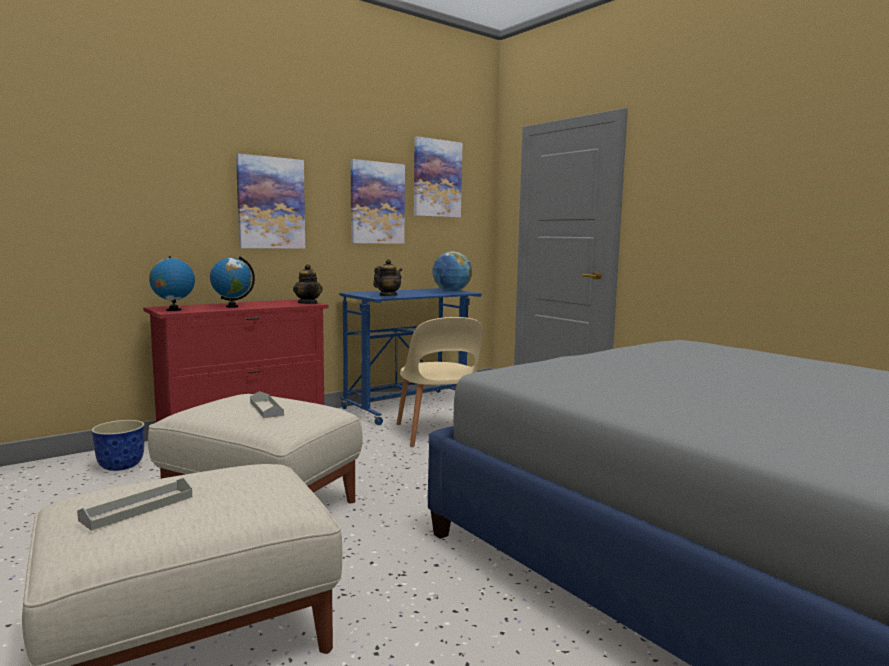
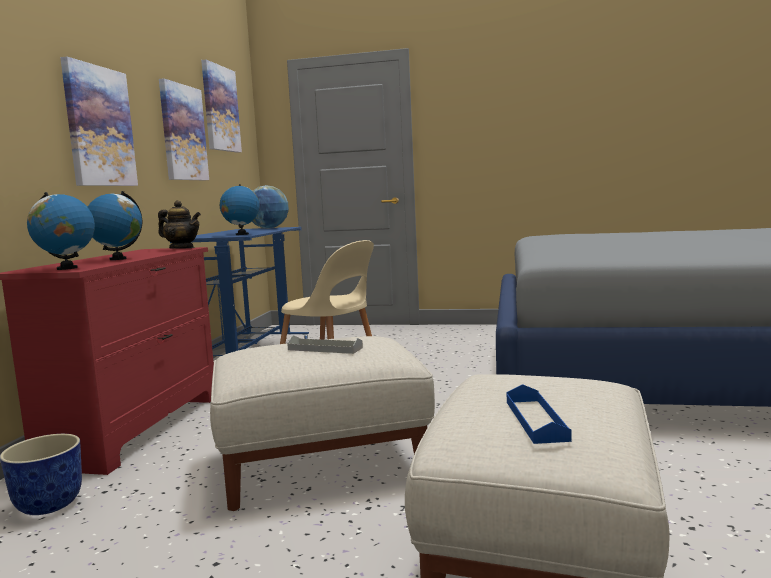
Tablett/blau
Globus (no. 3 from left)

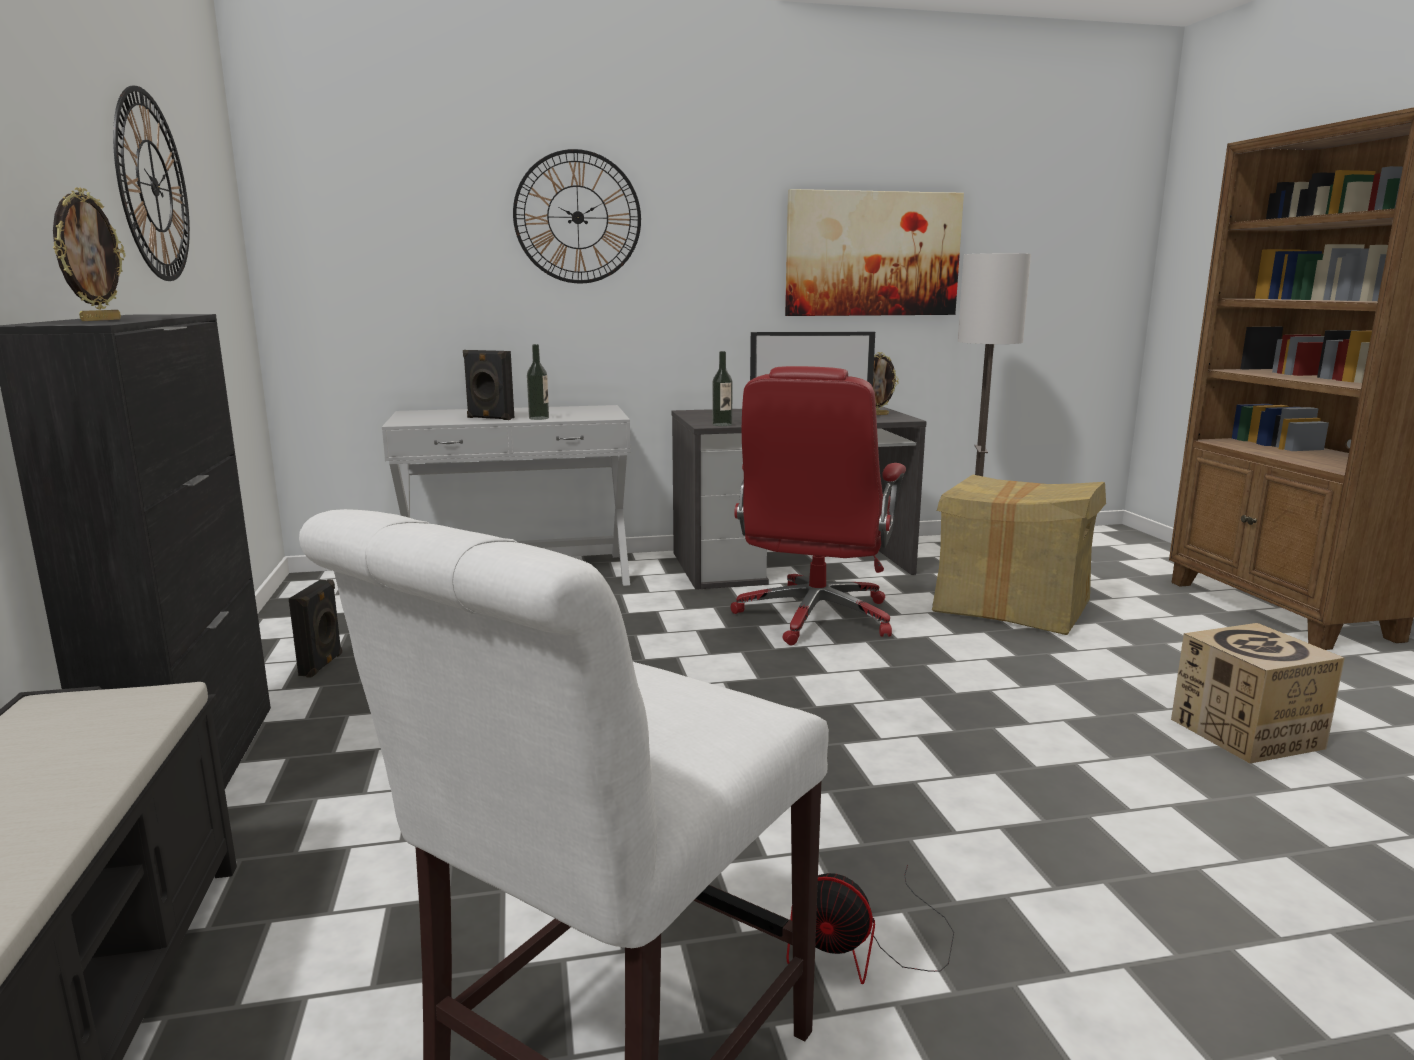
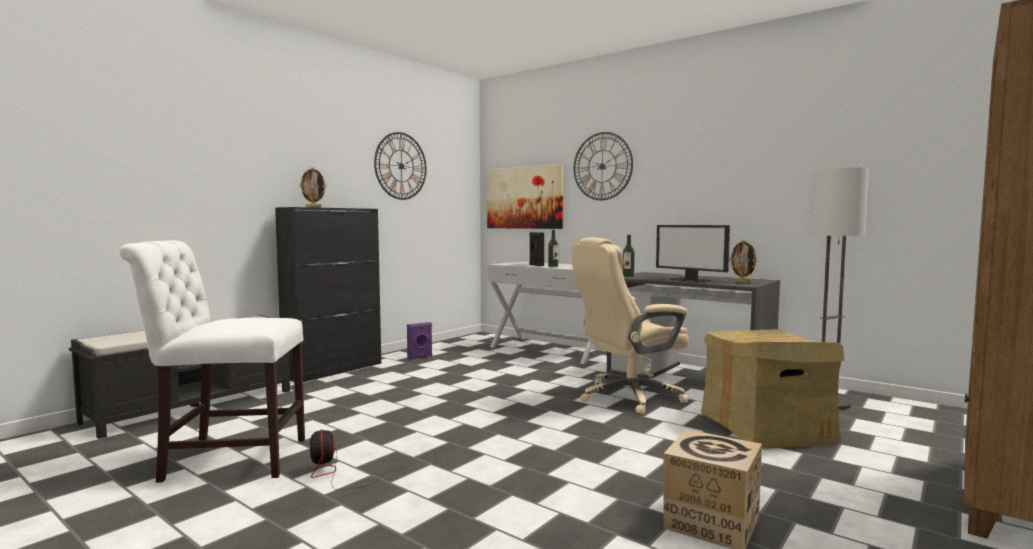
Lautsprecher/lila
Bürostuhl/beige
Bild

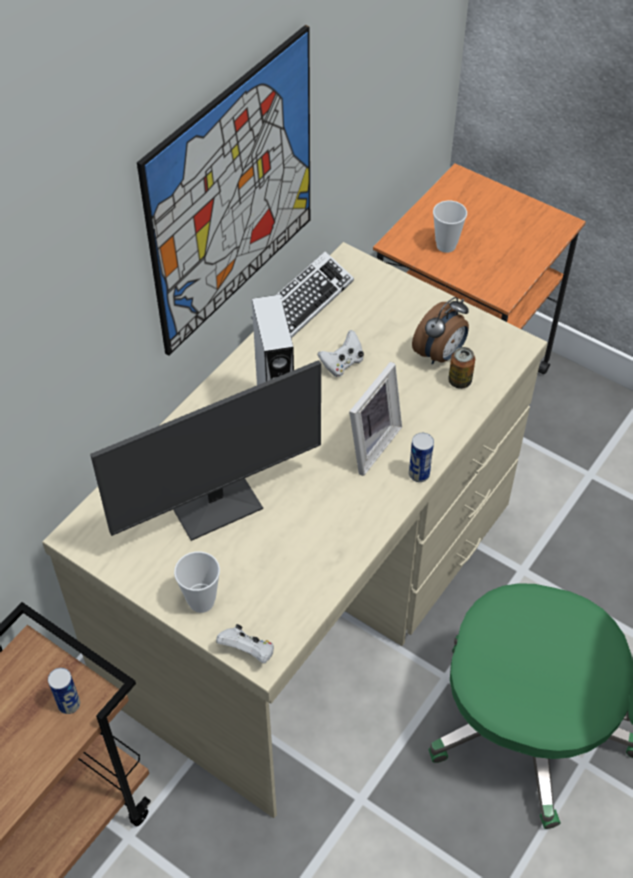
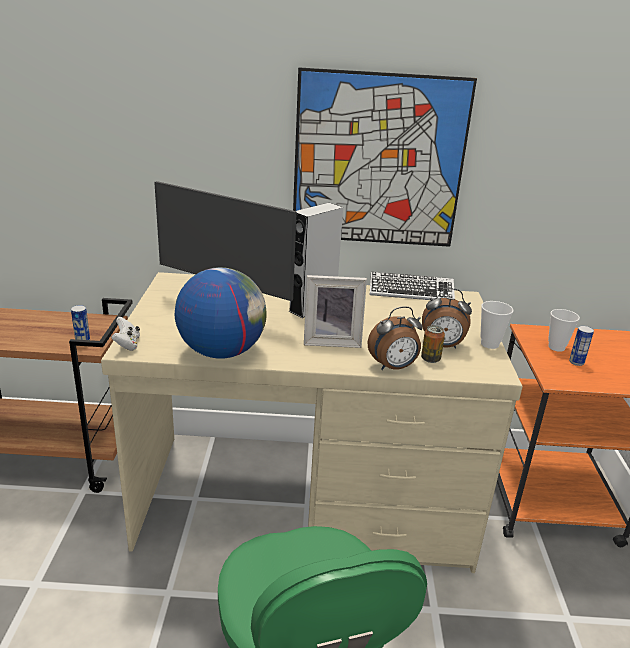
Tasse (no. 1 from left)
Gamepad/weiß (no. 2 from left in the first image)
Dose (no. 3 from left)
Globus
Wecker (no. 1 from left)

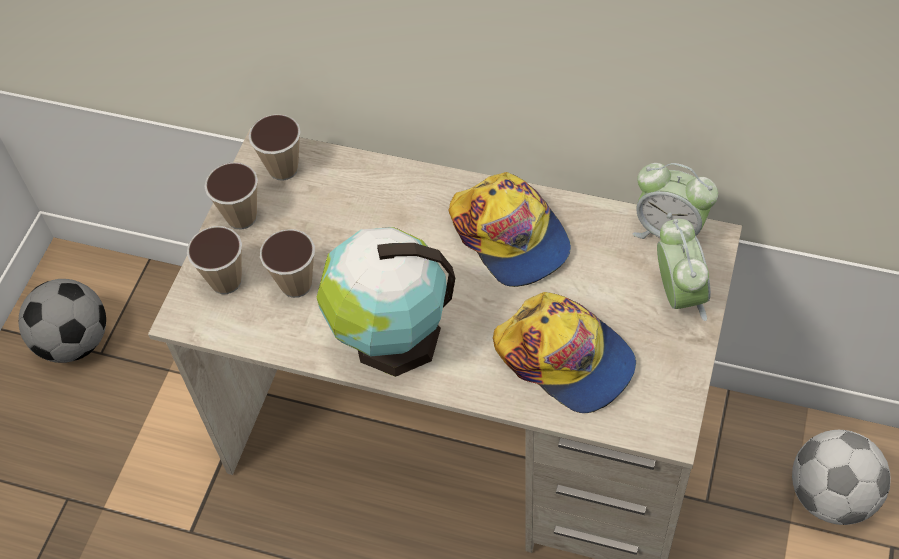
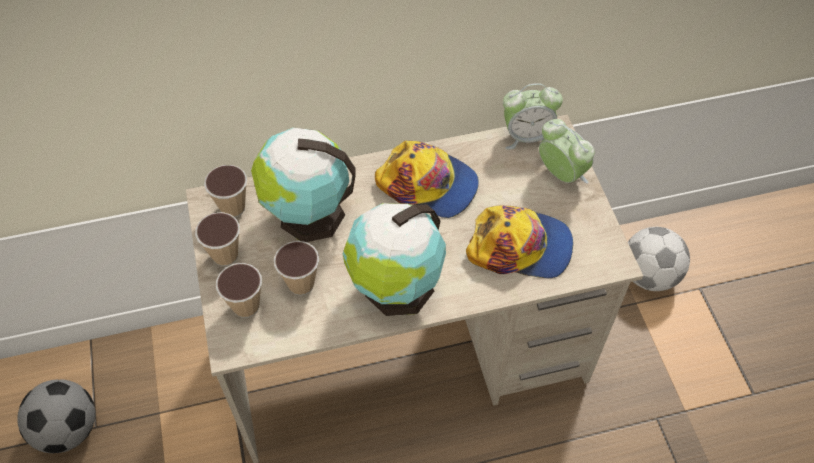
Globus (no. 1 from left)

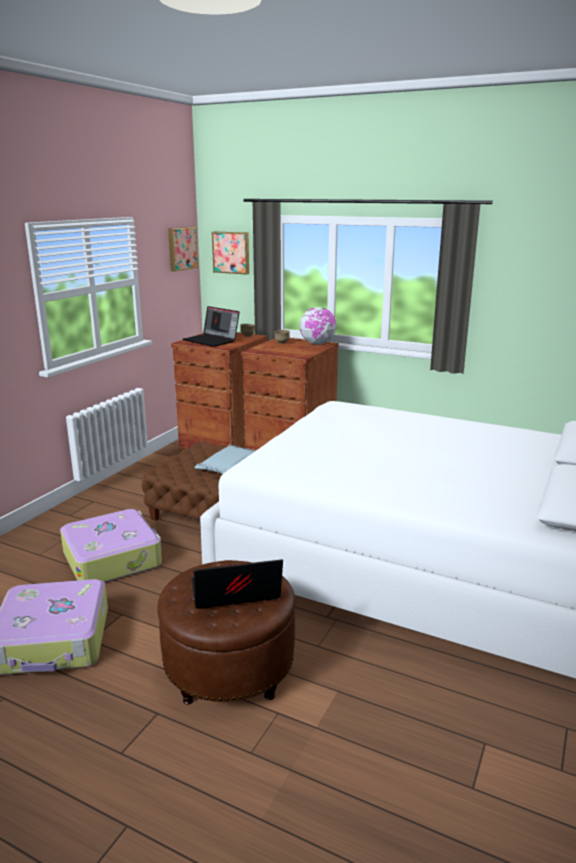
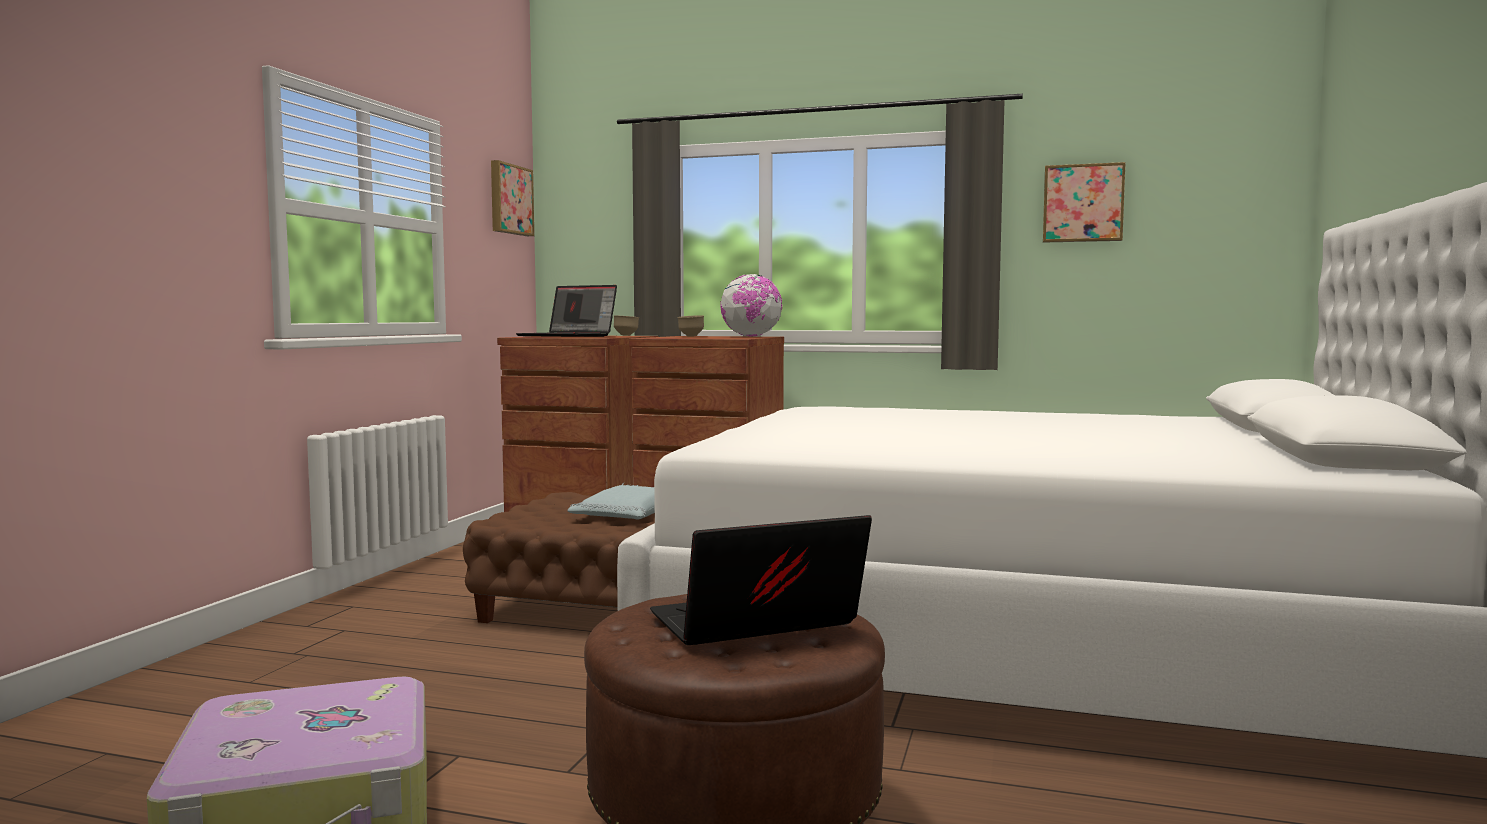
Koffer (no. 2 from left in the first image)
Bild (no. 2 from left)

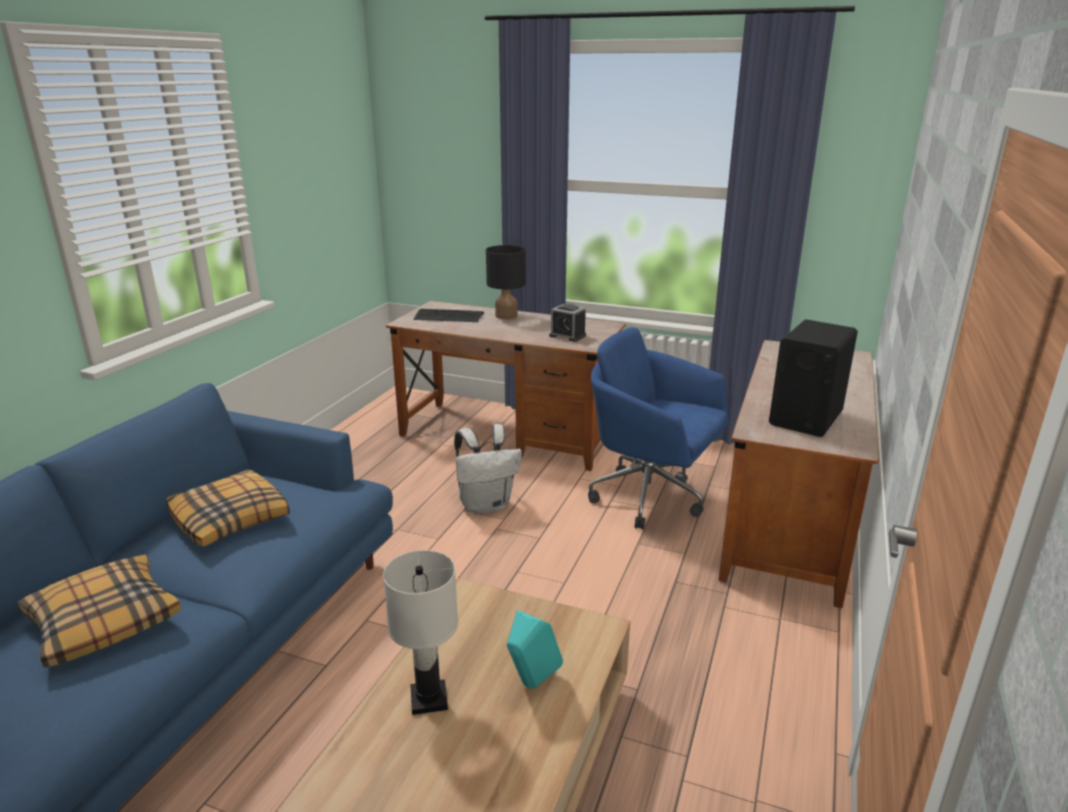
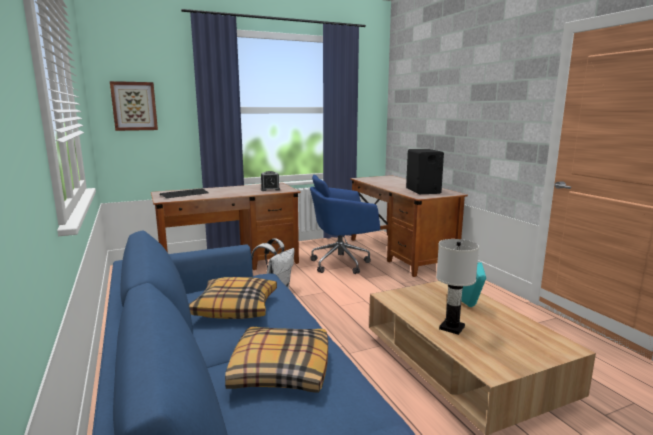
Tischlampe/schwarz
Bild

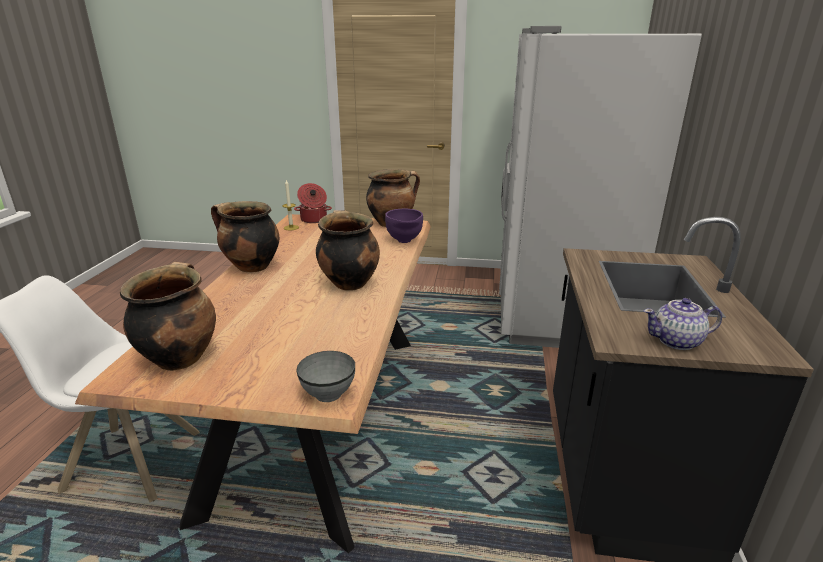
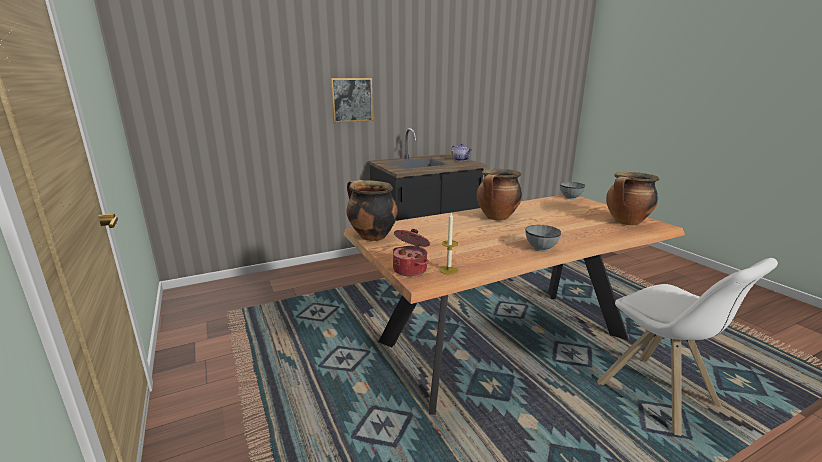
Schüssel/grau (no. 1 from left)
Schüssel/lila
Kühlschrank/weiß
Bild

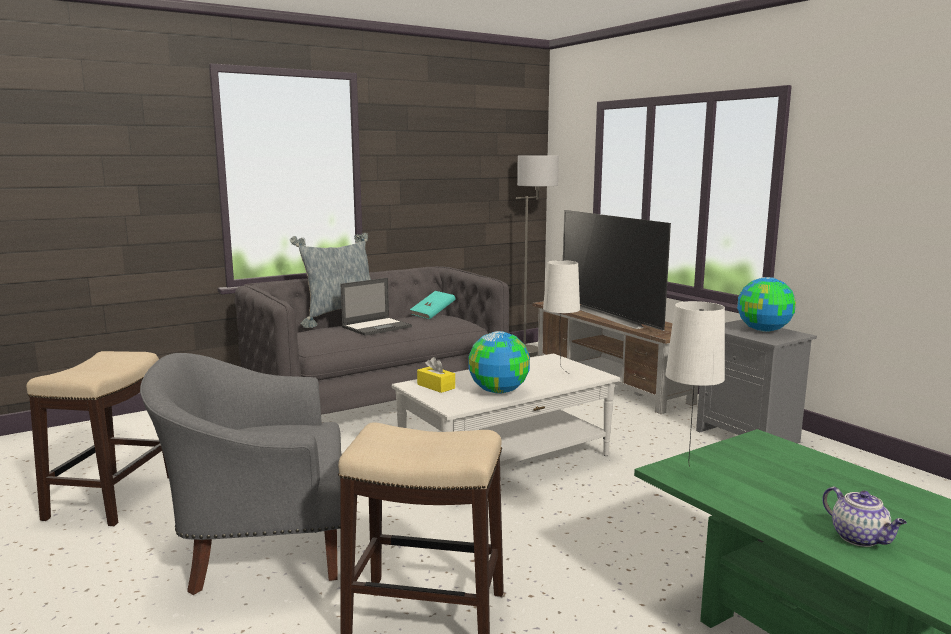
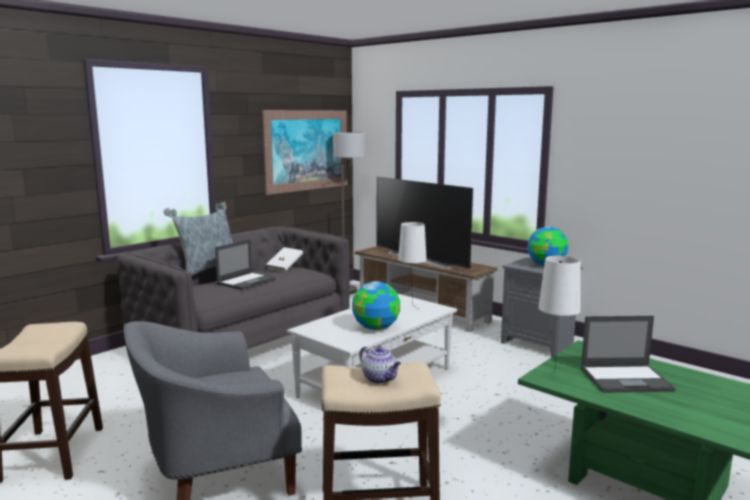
Buch/weiß
Taschentuchbox/gelb
Teekanne
Bild
Laptop (no. 2 from left)

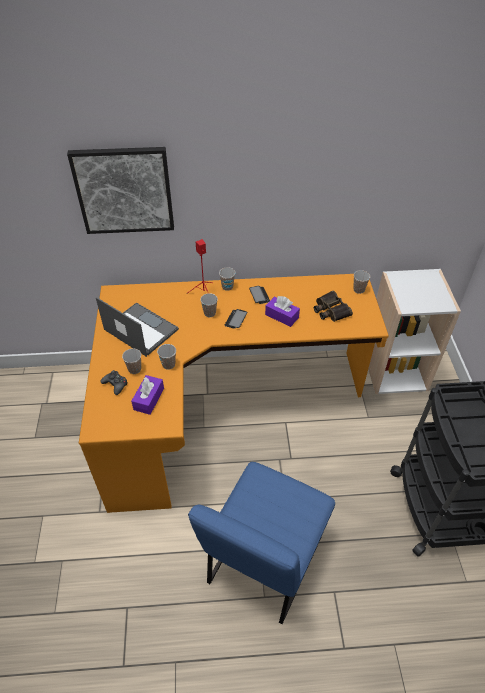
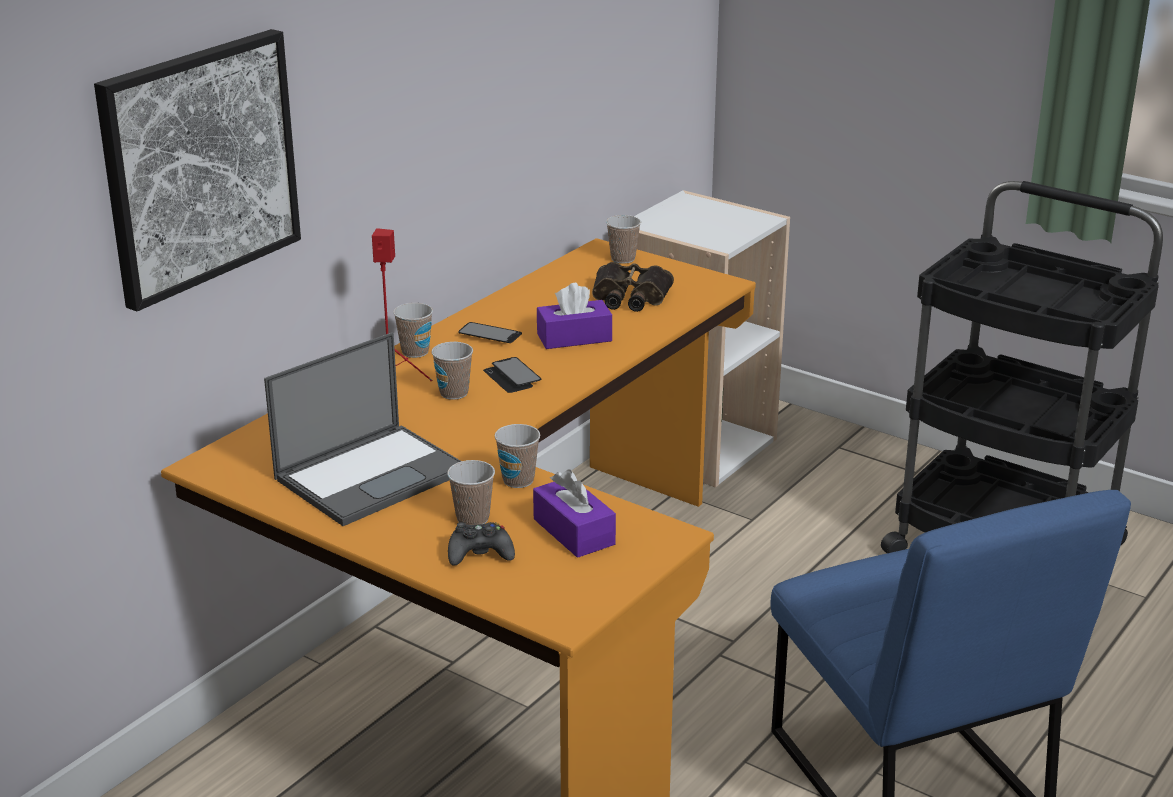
Laptop

